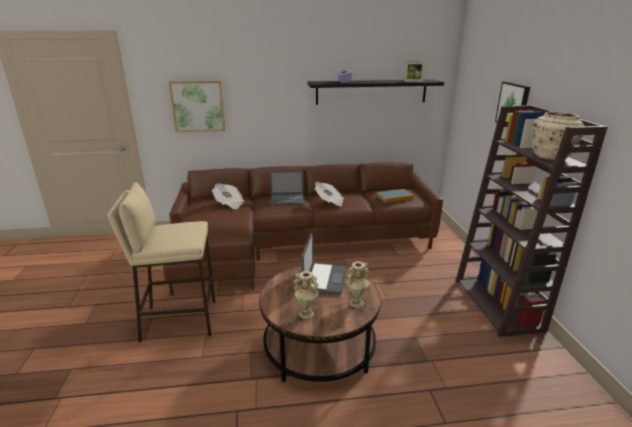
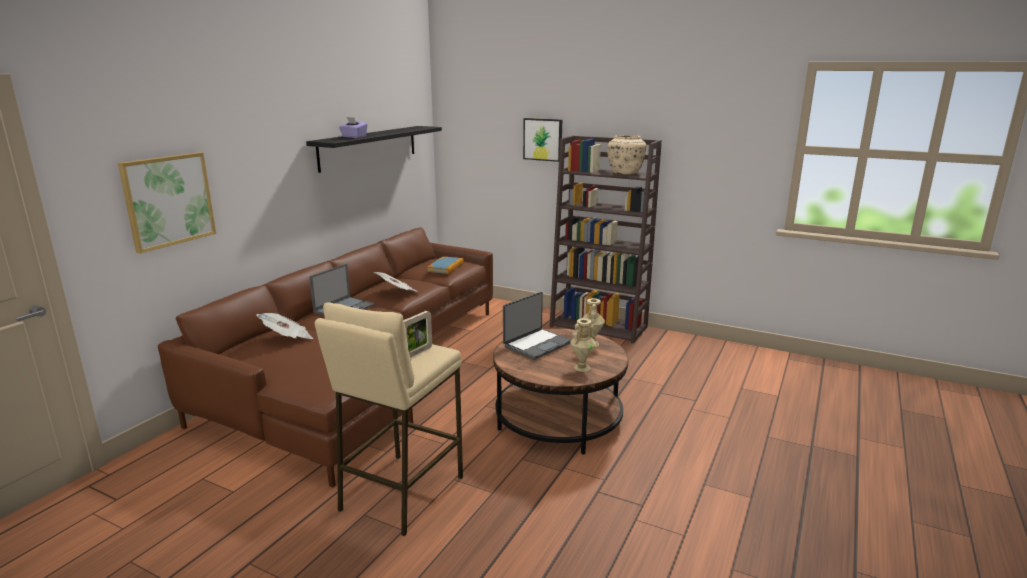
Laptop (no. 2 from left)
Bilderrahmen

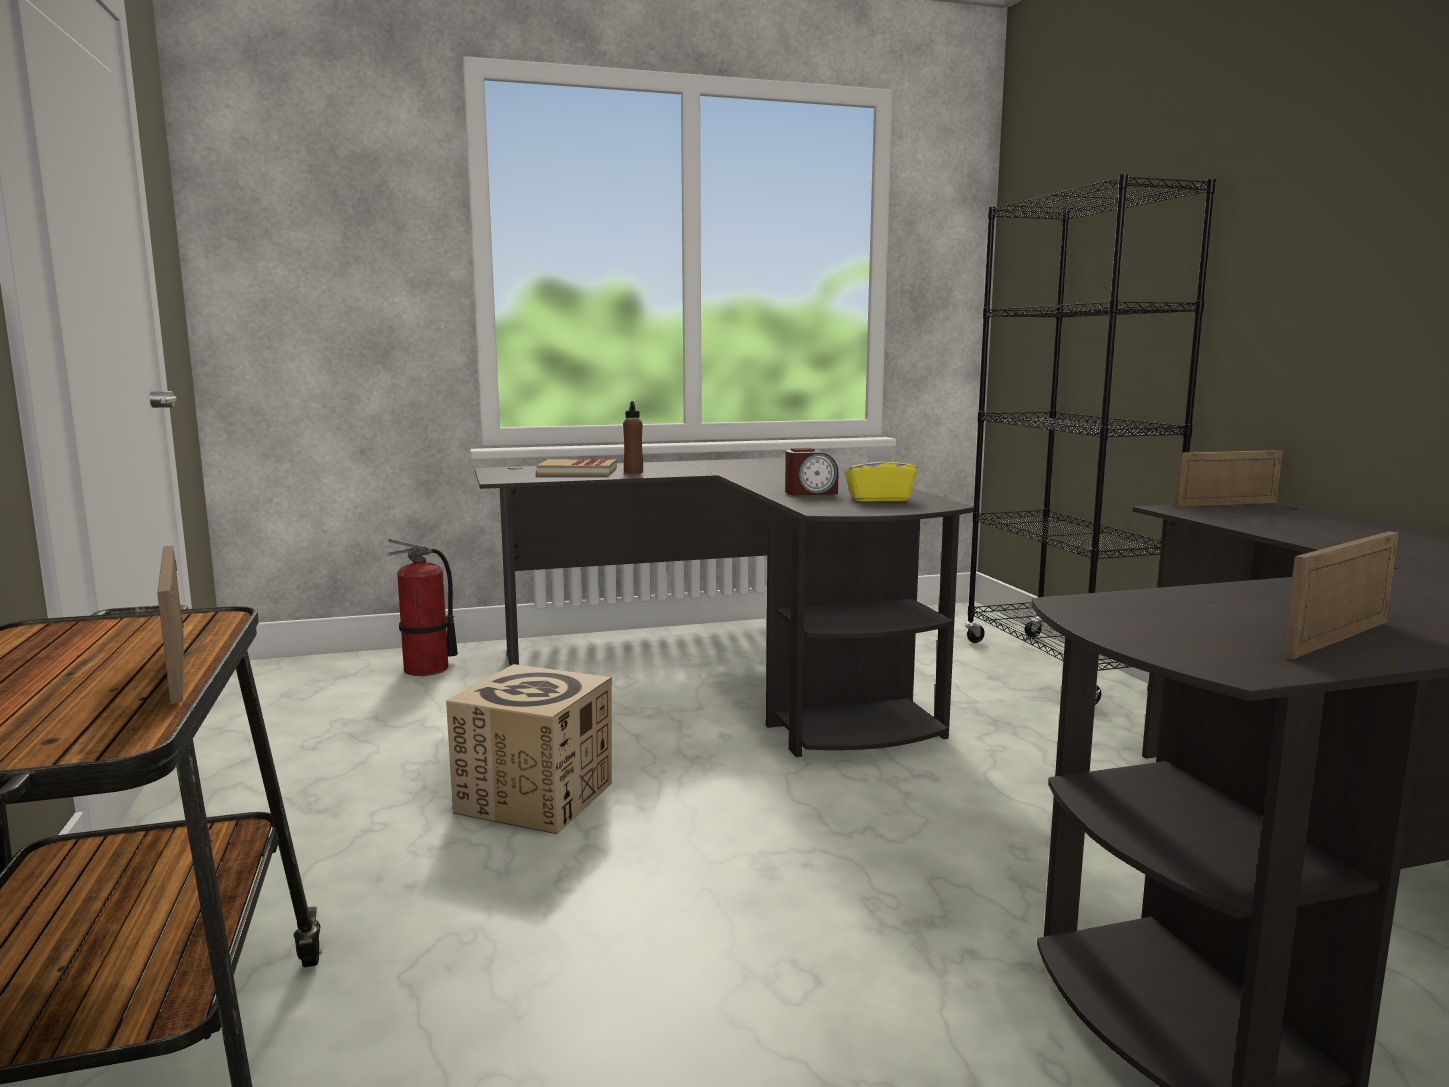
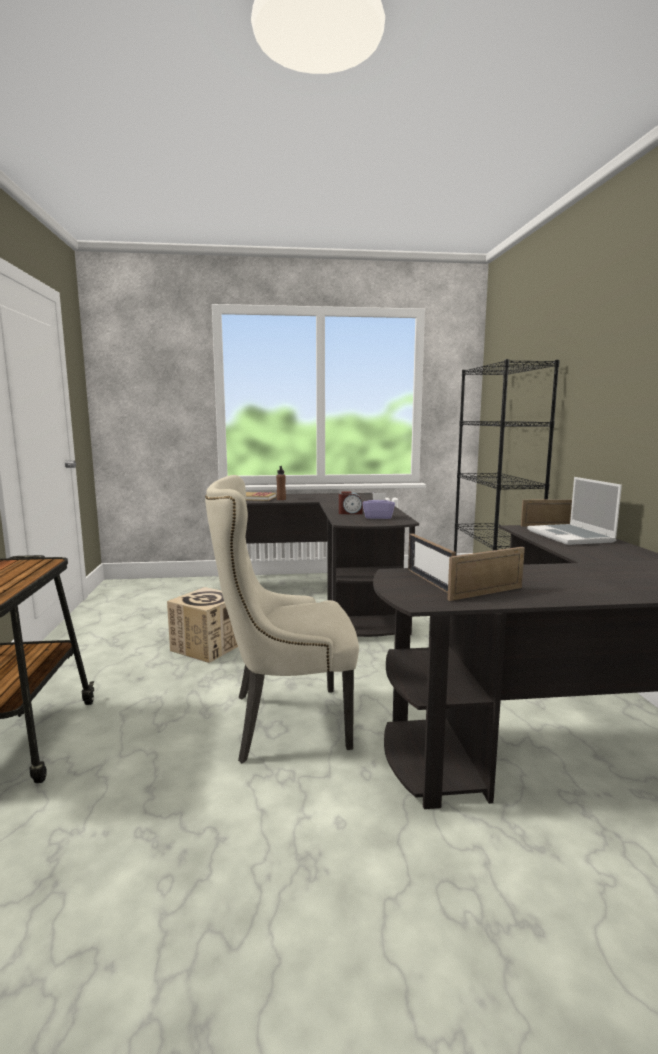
Bilderrahmen (no. 1 from left)
Feuerlöscher
Taschentuchbox/lila
Stuhl/beige
Laptop

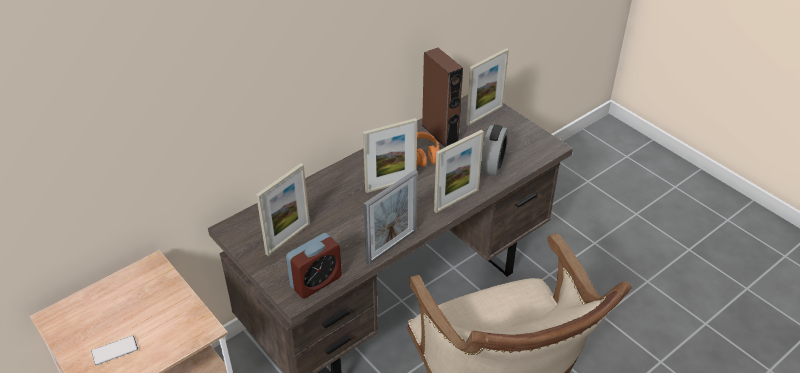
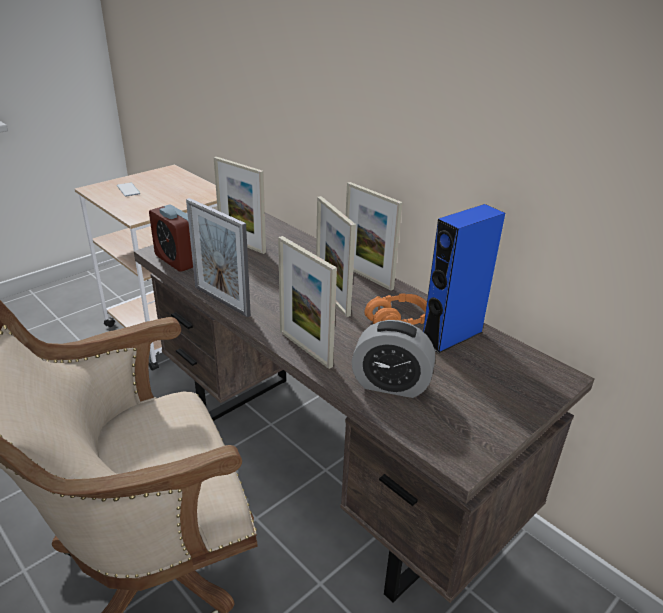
Lautsprecher/blau
Bilderrahmen (no. 5 from left)

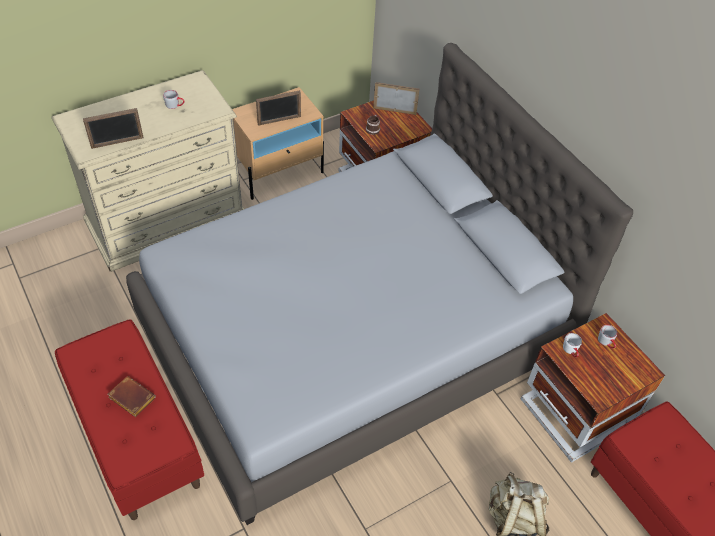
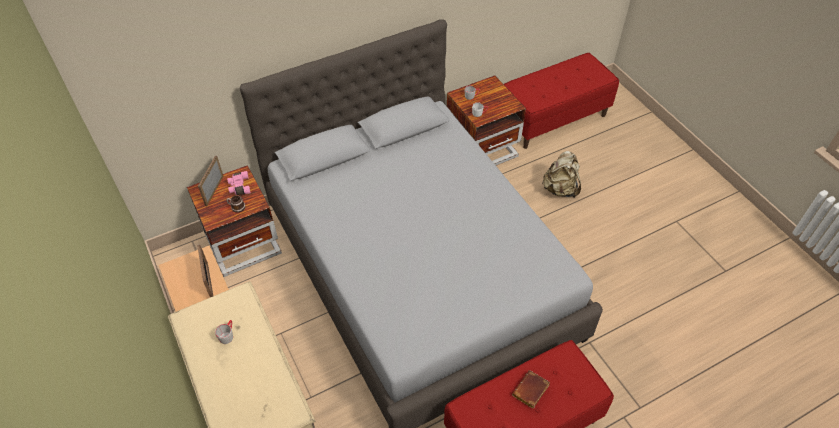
Bilderrahmen (no. 1 from left in the first image)
Fernglas/rosa

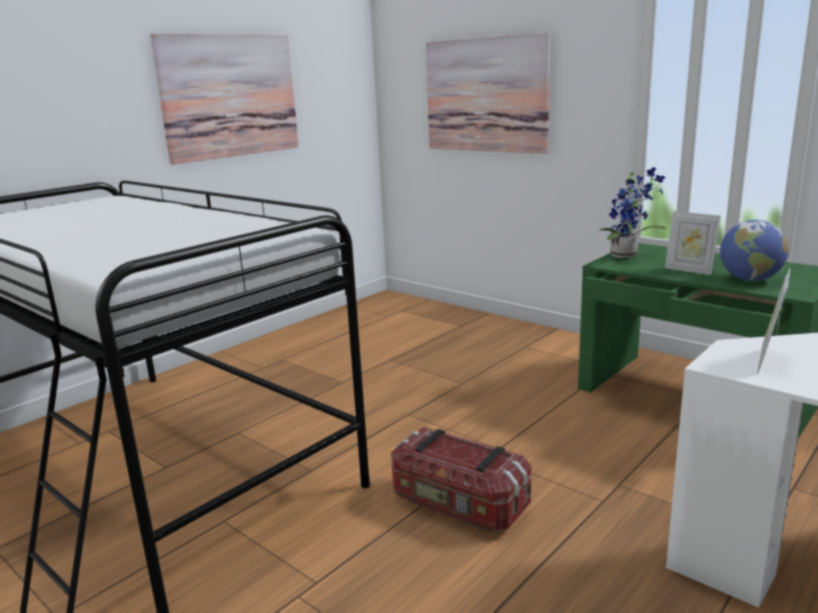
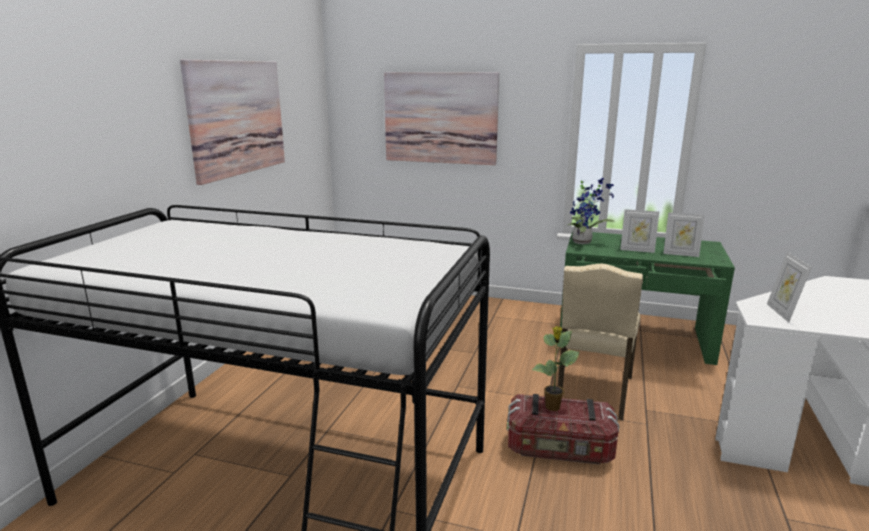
Bilderrahmen (no. 2 from left)
Topfpflanze (no. 1 from left)
Stuhl/beige

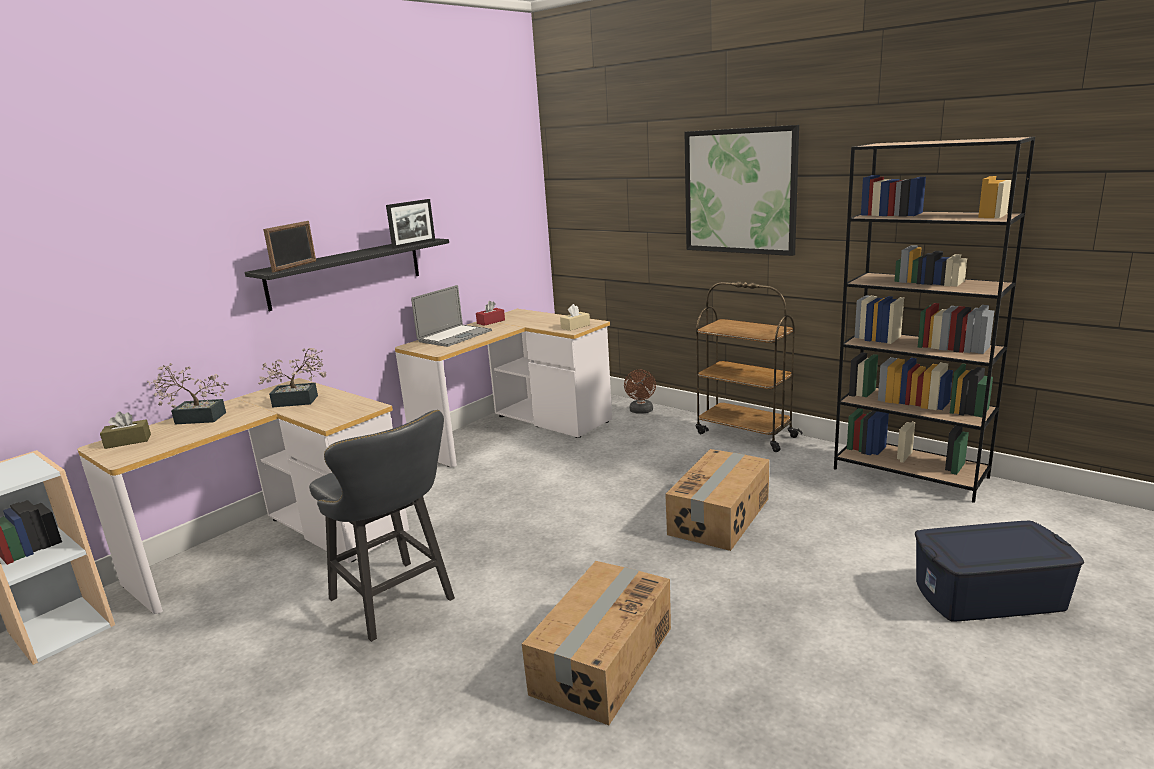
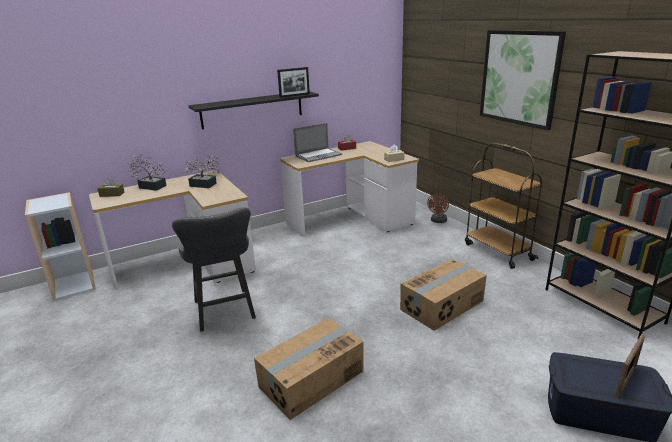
Bilderrahmen (no. 2 from left)

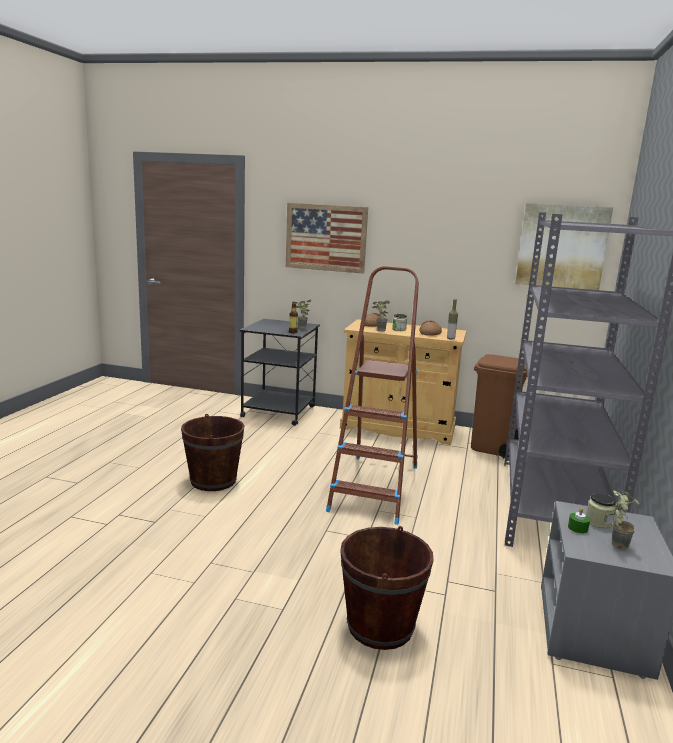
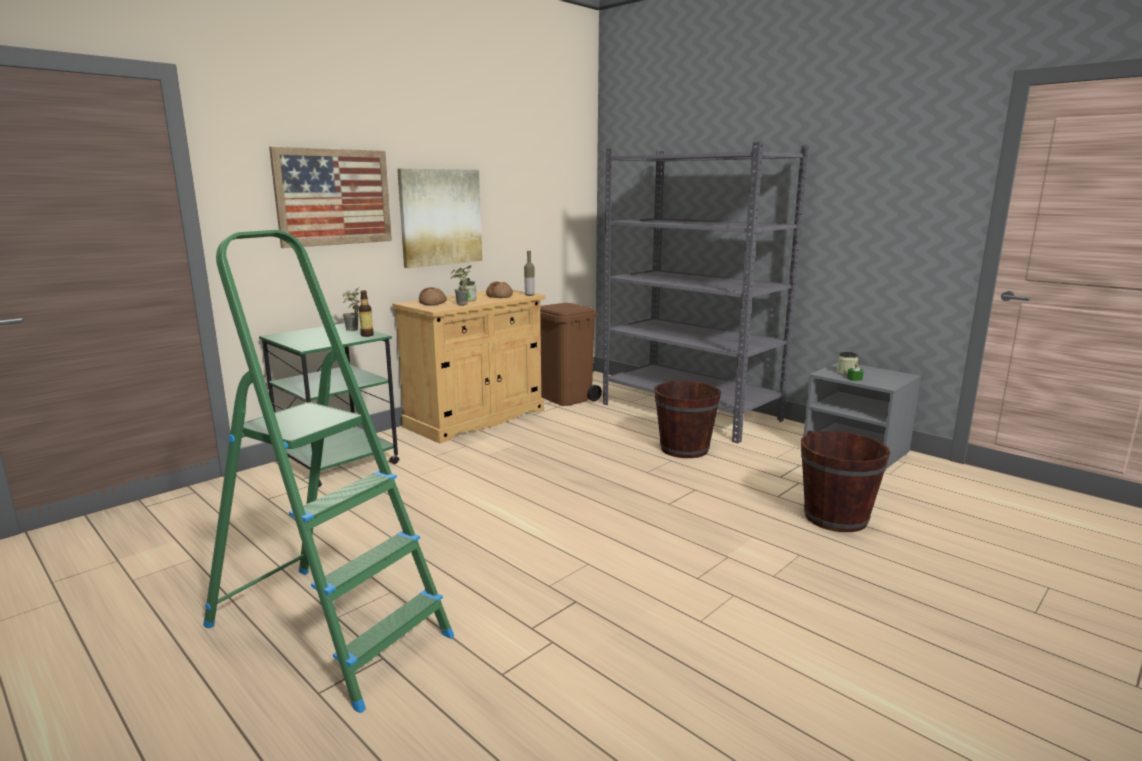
Eimer/braun (no. 1 from left)
Rollwagen/grün
Trittleiter/braun
Bild (no. 2 from left)
Topfpflanze (no. 3 from left in the first image)
Trittleiter/grün

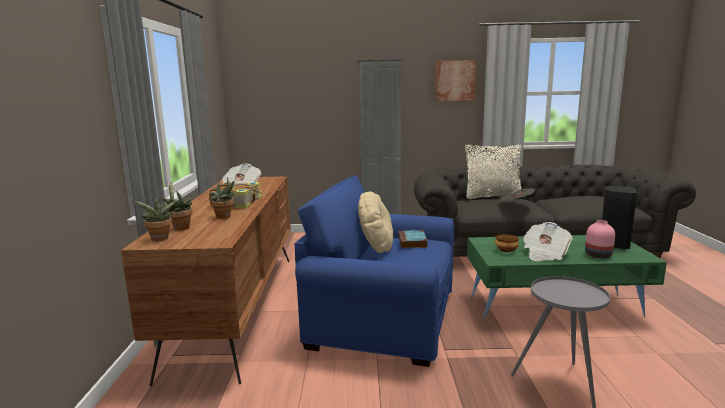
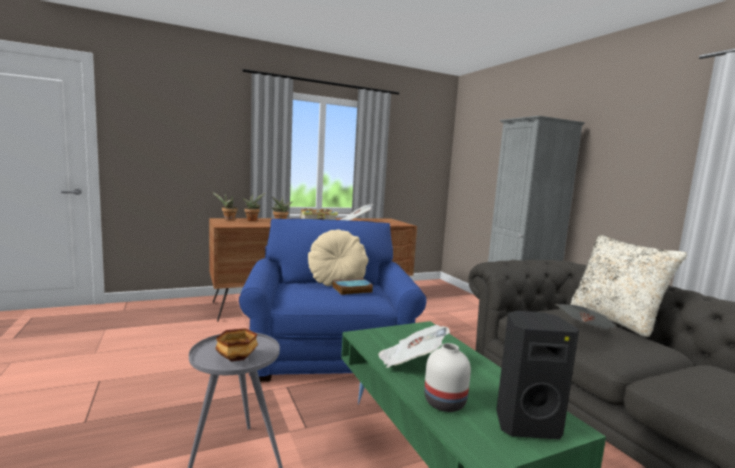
Bild
Schüssel
Vase/weiß

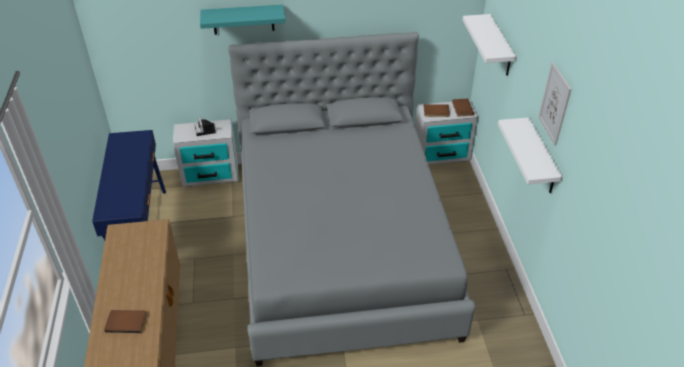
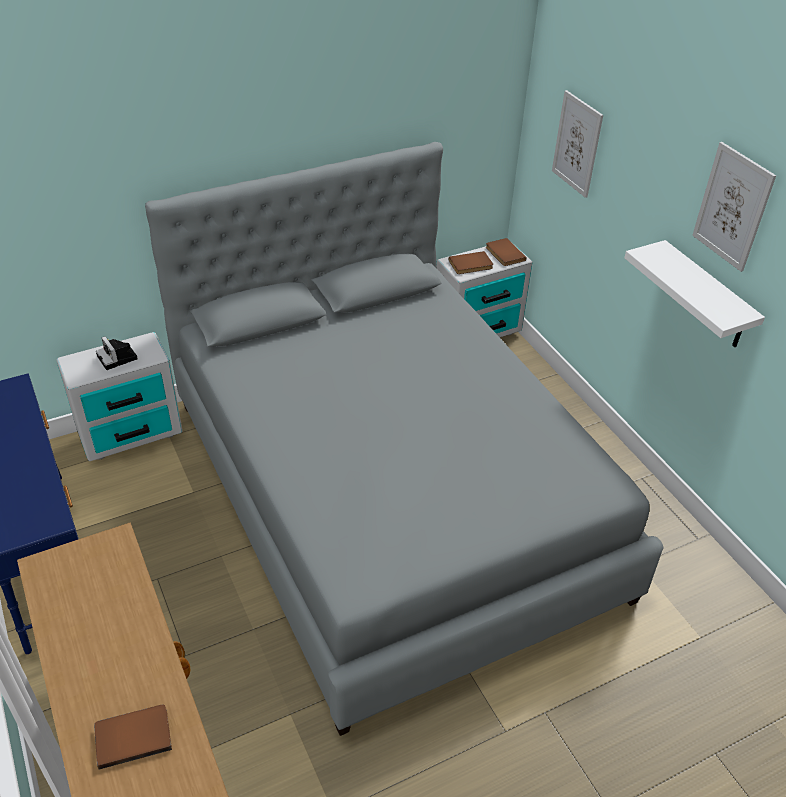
Wandregal/türkis
Bild (no. 1 from left)

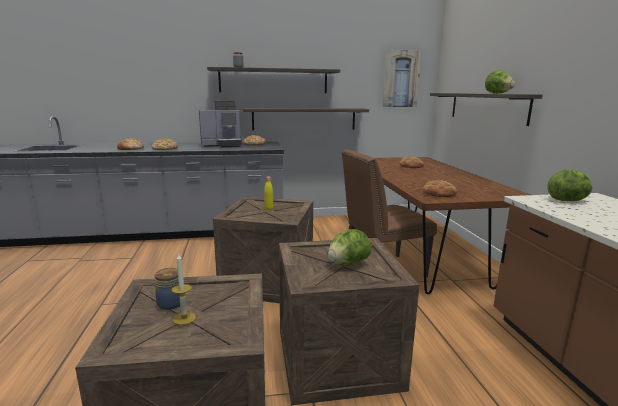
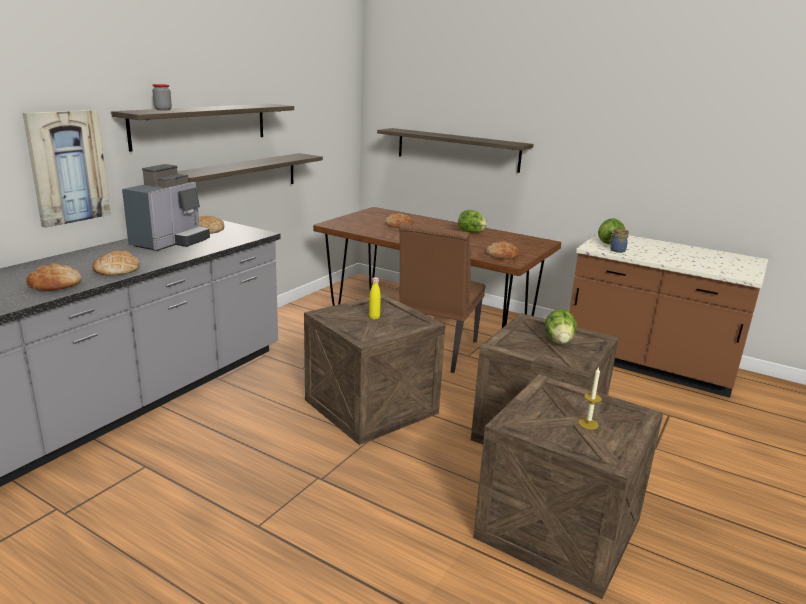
Vorratsglas (no. 2 from left)
Bild
Salatkopf (no. 1 from left)

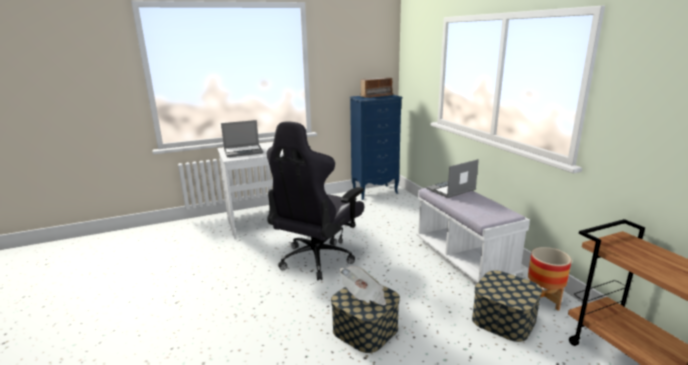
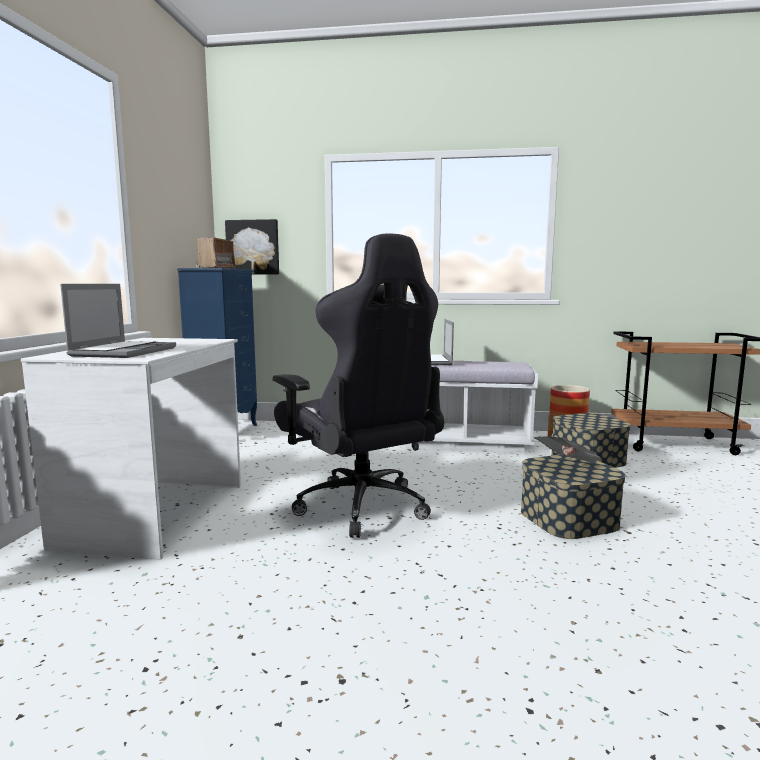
Bild

